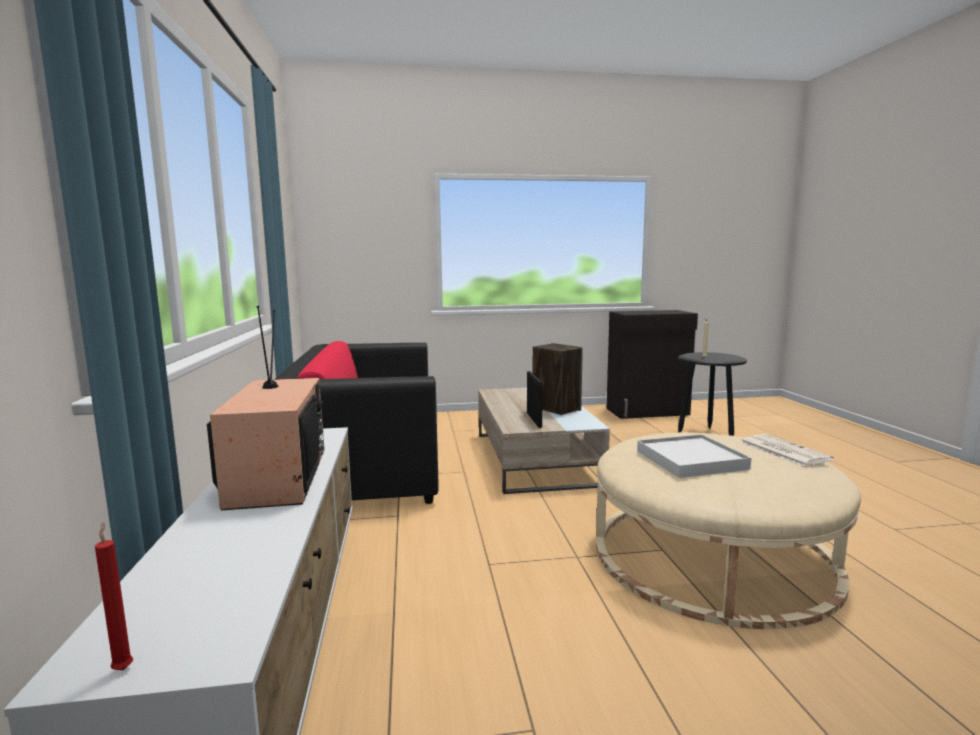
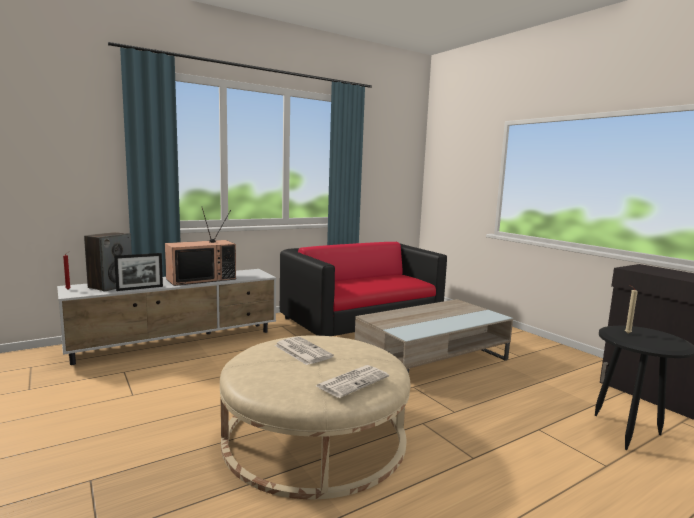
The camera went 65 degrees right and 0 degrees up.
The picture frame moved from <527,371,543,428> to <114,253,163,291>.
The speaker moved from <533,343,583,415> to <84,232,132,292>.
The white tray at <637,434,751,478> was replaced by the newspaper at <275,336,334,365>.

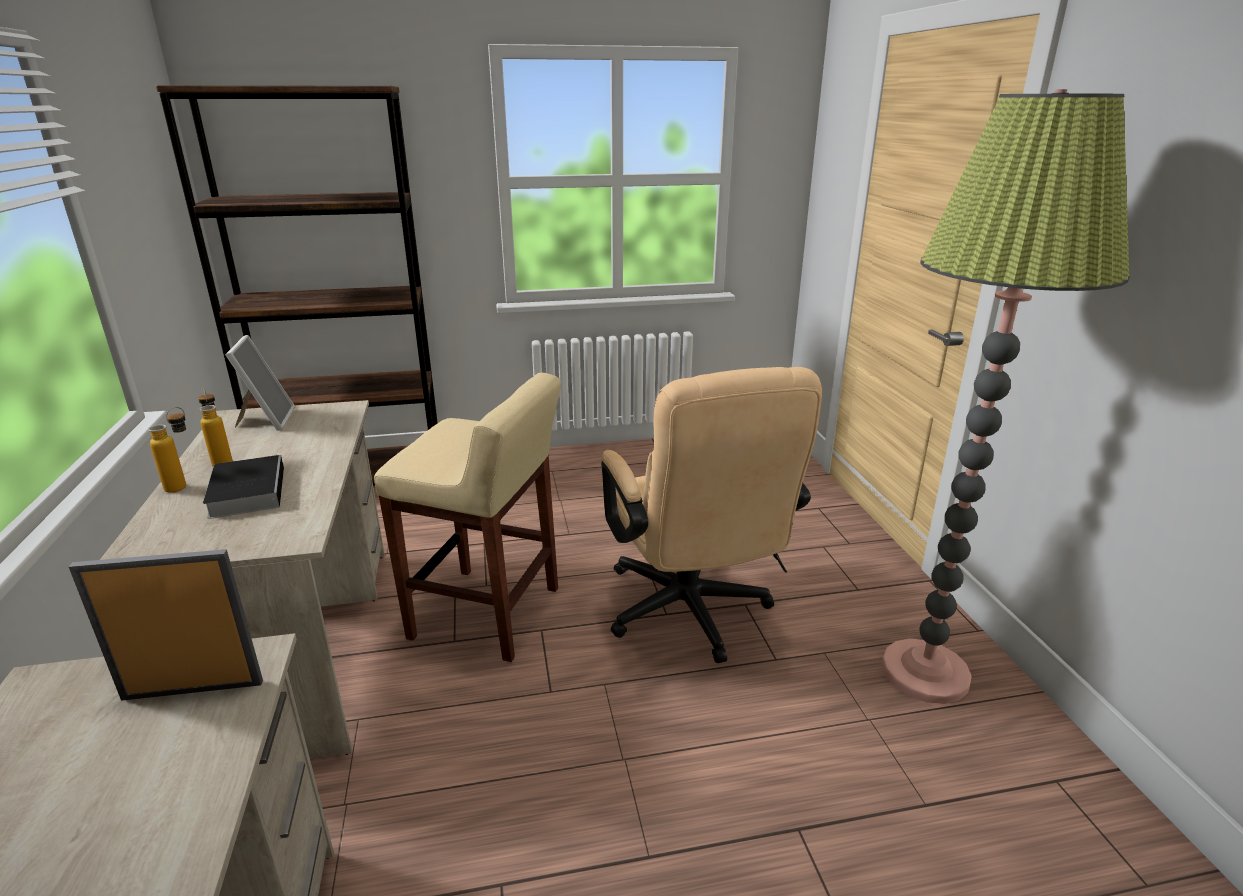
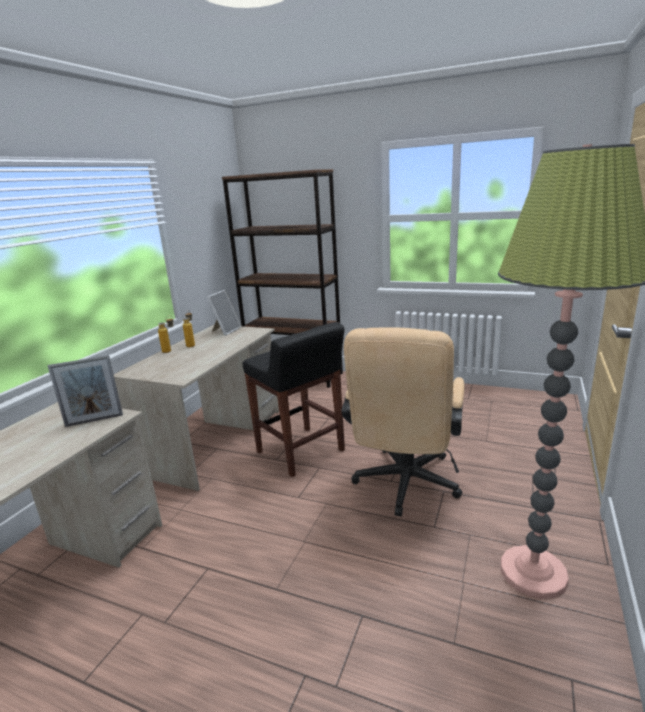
The camera went 35 degrees right and 5 degrees down.
The picture frame at <69,549,263,701> turned 135 degrees clockwise.
The book at <203,455,284,519> disappeared.
The beige stool at <374,373,561,662> became the black stool at <243,322,345,477>.

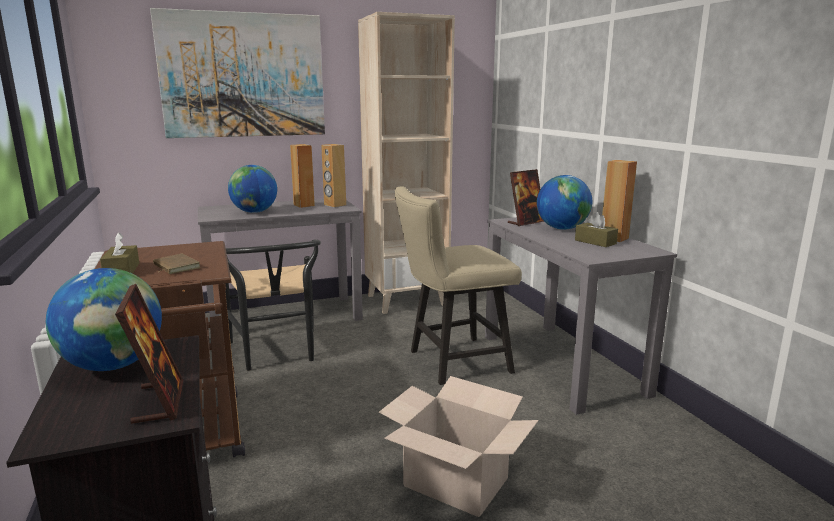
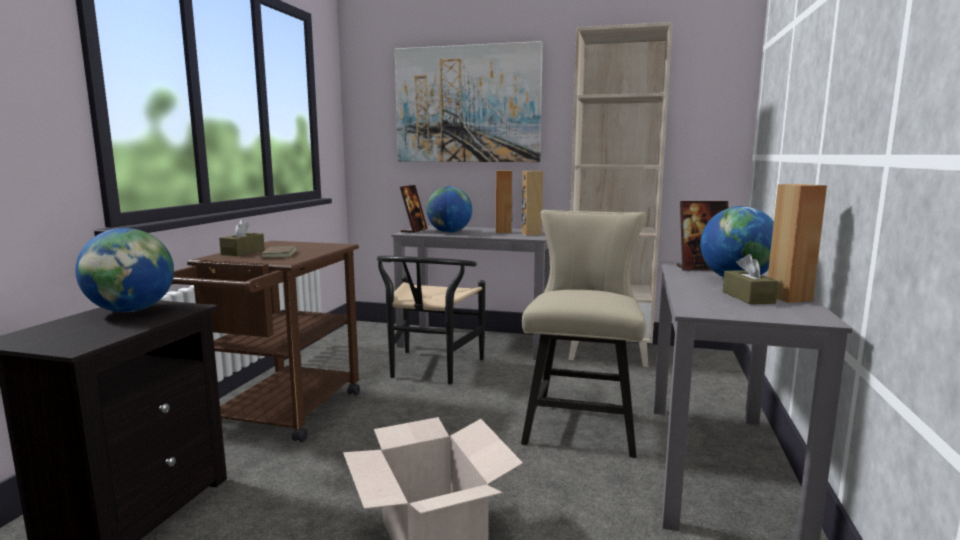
The camera went 35 degrees right and 5 degrees down.
The picture frame moved from <115,284,183,424> to <400,185,428,233>.
The beige chair at <395,186,522,385> turned 90 degrees clockwise.

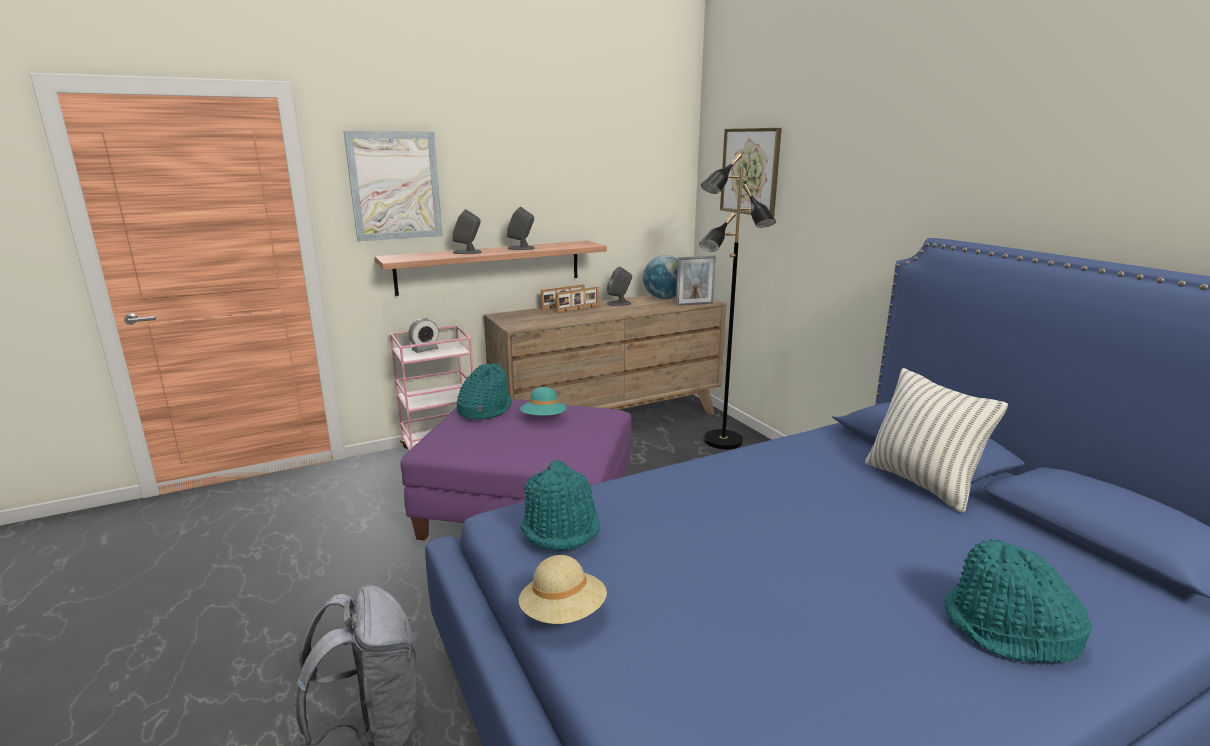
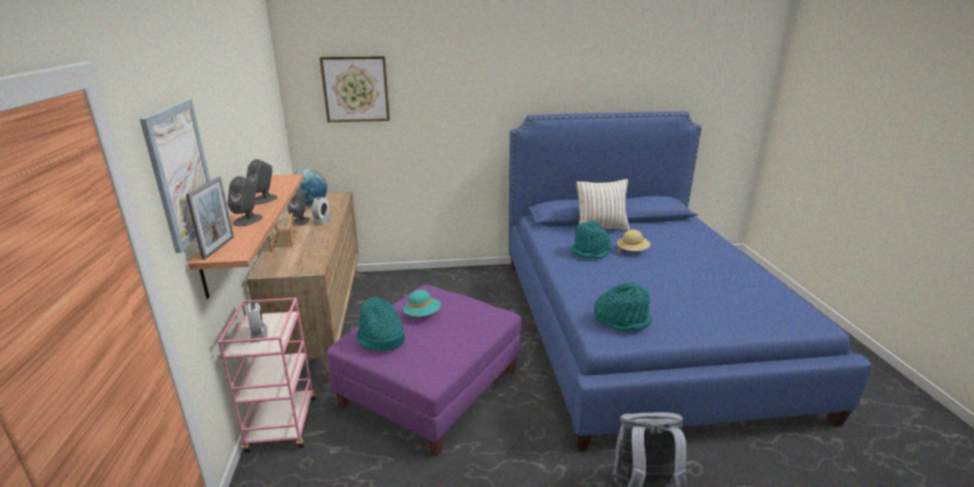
The camera went 70 degrees left and 5 degrees up.
The beige hat moved from <519,555,607,624> to <617,229,651,253>.
The picture frame moved from <676,256,716,306> to <186,177,234,260>.
The black floor lamp at <699,153,776,450> disappeared.
The turquoise hat moved from <945,539,1092,664> to <572,221,611,259>.
The alarm clock at <312,197,331,225> appeared.

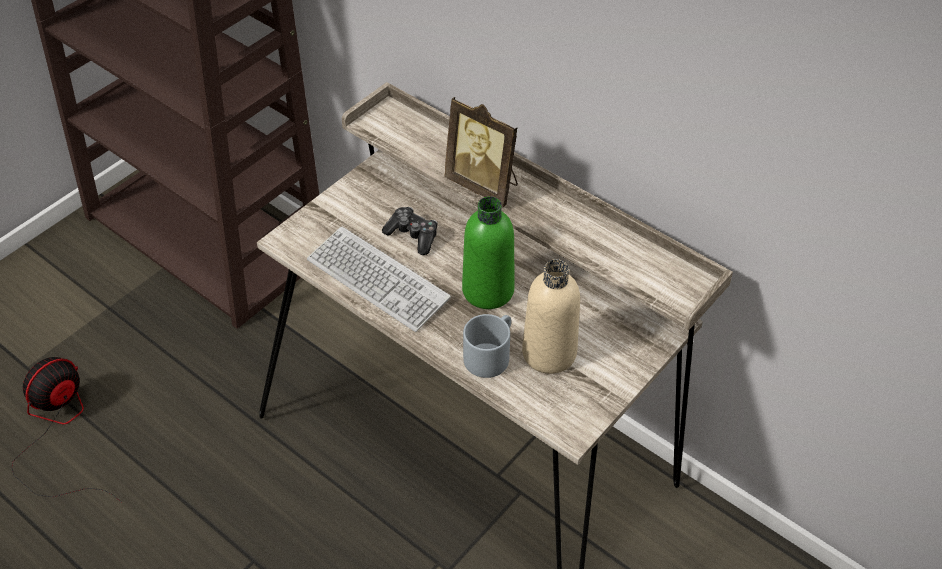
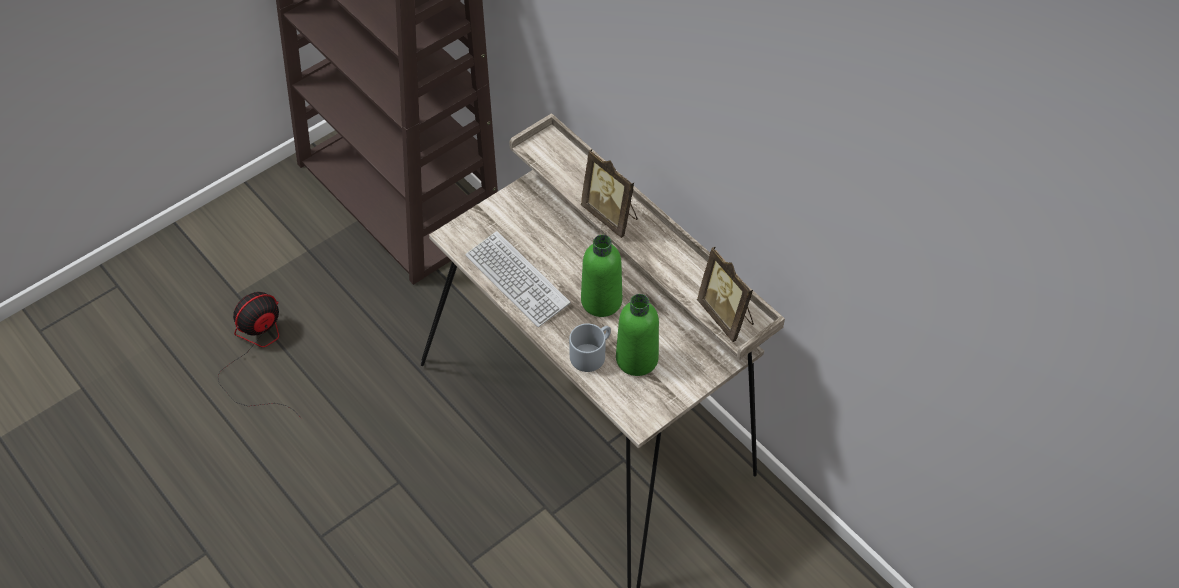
The camera went 10 degrees right and 5 degrees up.
The game controller at <382,207,438,255> disappeared.
The beige bottle at <522,259,580,374> became the green bottle at <616,294,659,376>.
The picture frame at <697,247,754,342> appeared.

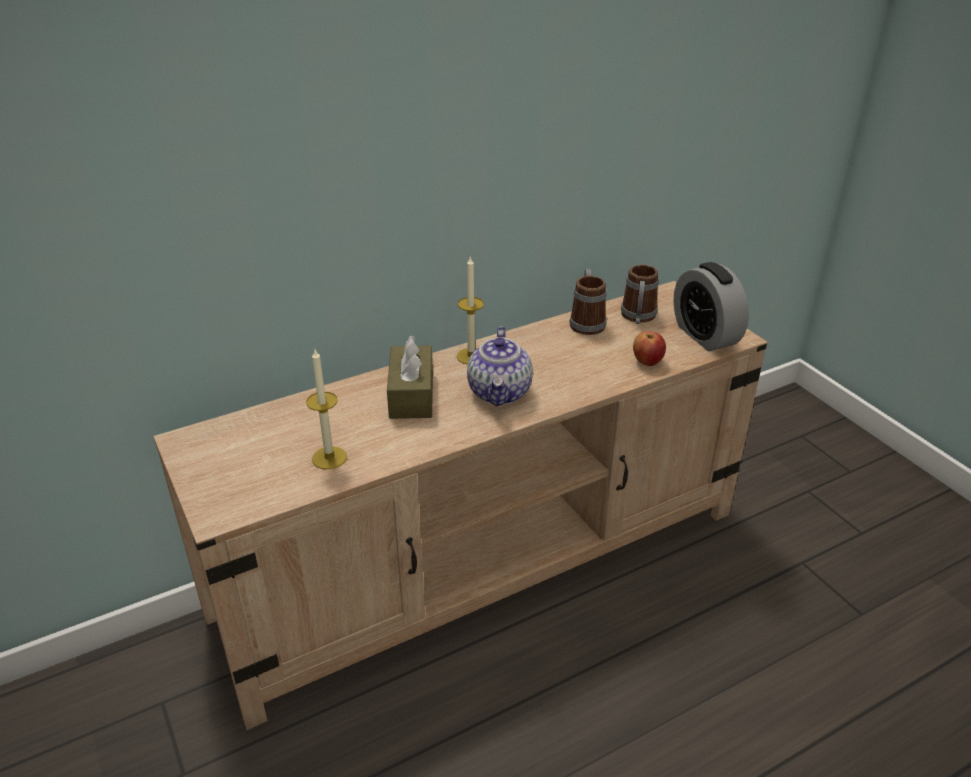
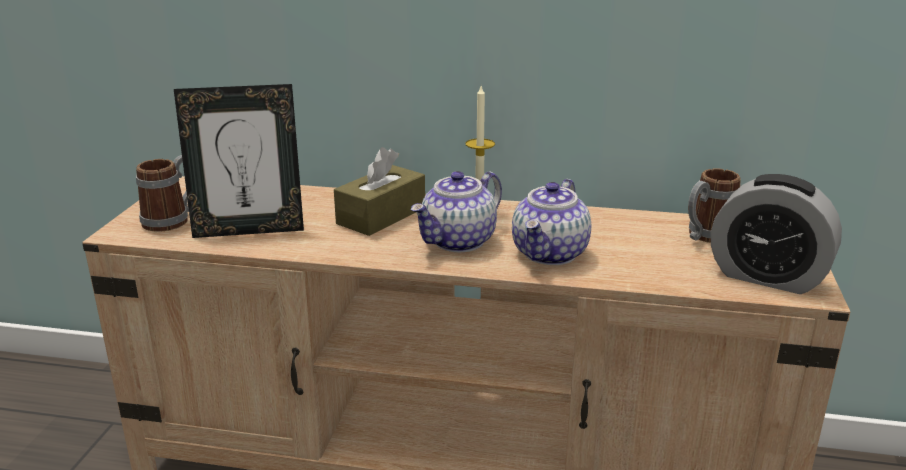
The camera went 40 degrees right and 10 degrees down.
The candle at <306,349,347,469> was replaced by the picture frame at <174,84,304,238>.
The mug moved from <569,269,607,335> to <136,155,189,232>.
The apple at <633,331,666,366> disappeared.
The alarm clock at <673,262,749,351> turned 75 degrees counterclockwise.
The teapot at <512,179,591,265> appeared.

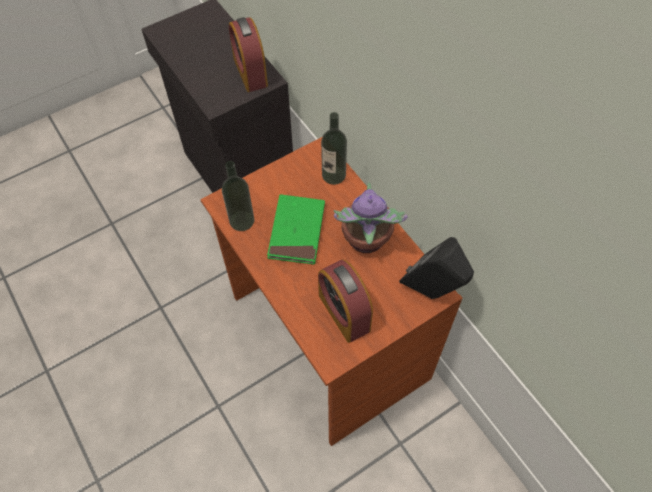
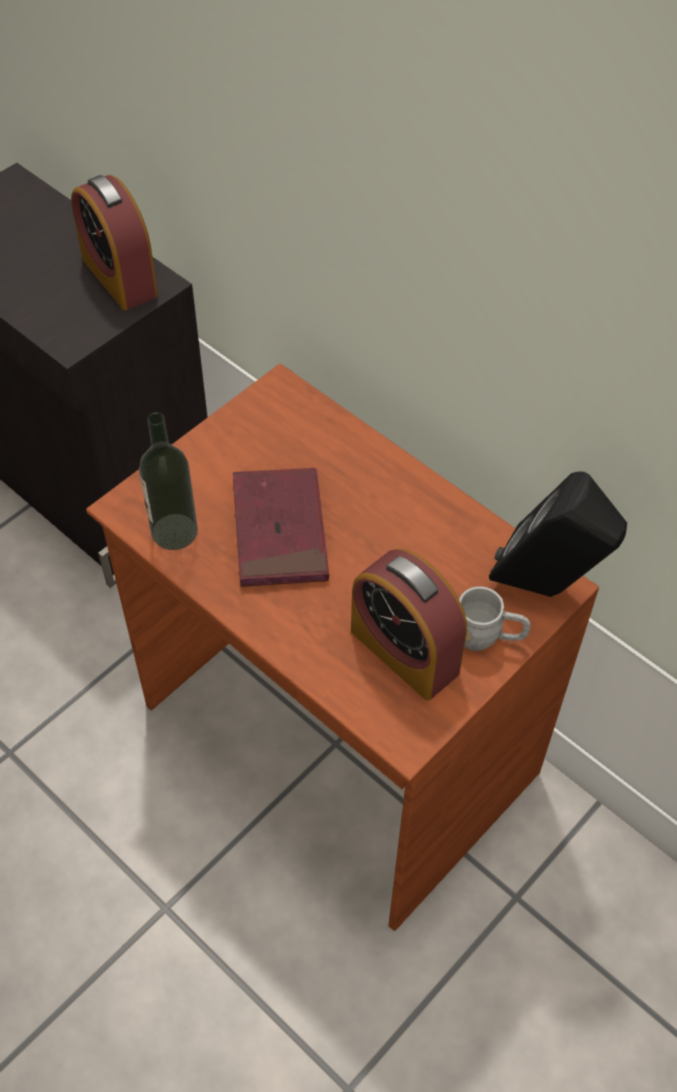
The camera went 15 degrees left and 5 degrees down.
The green book at <267,194,325,265> became the red book at <233,468,329,587>.
The bottle at <321,112,347,185> disappeared.
The potted plant at <334,182,407,253> disappeared.
The grey mug at <459,586,531,651> appeared.

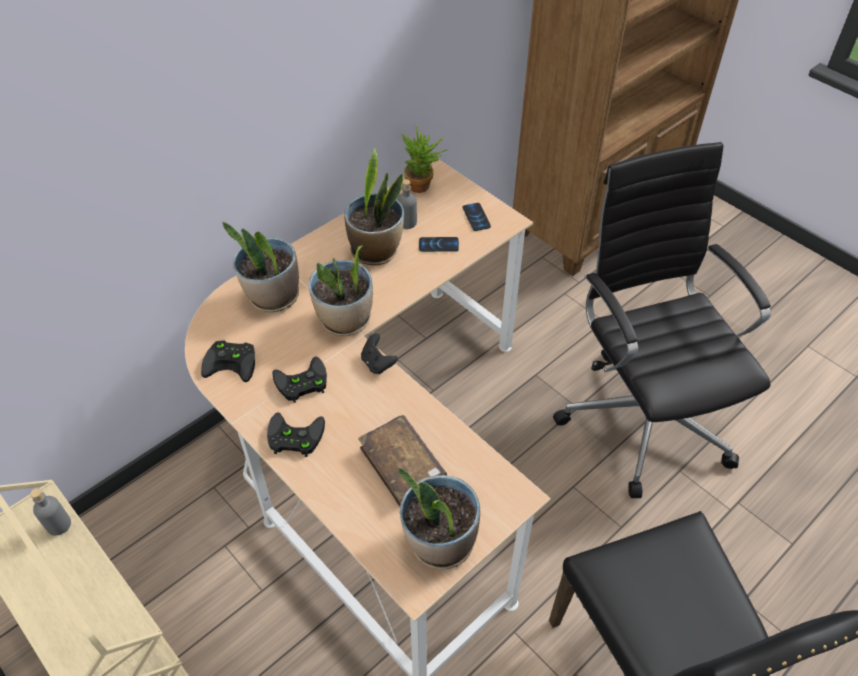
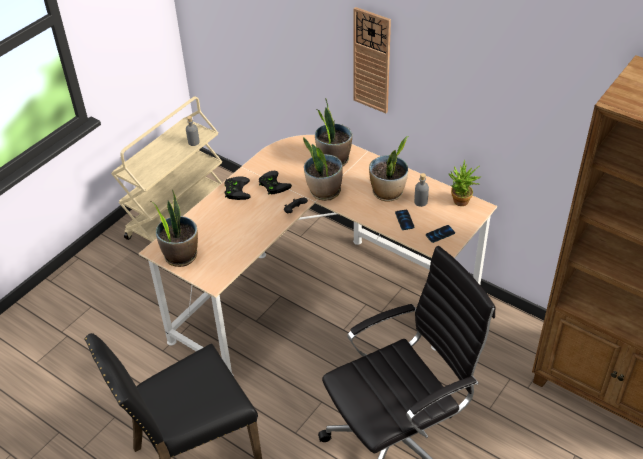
The camera went 80 degrees right and 5 degrees down.
The black game controller at <201,340,255,382> disappeared.
The brown book at <358,415,447,507> disappeared.
The wall clock at <354,7,391,113> appeared.

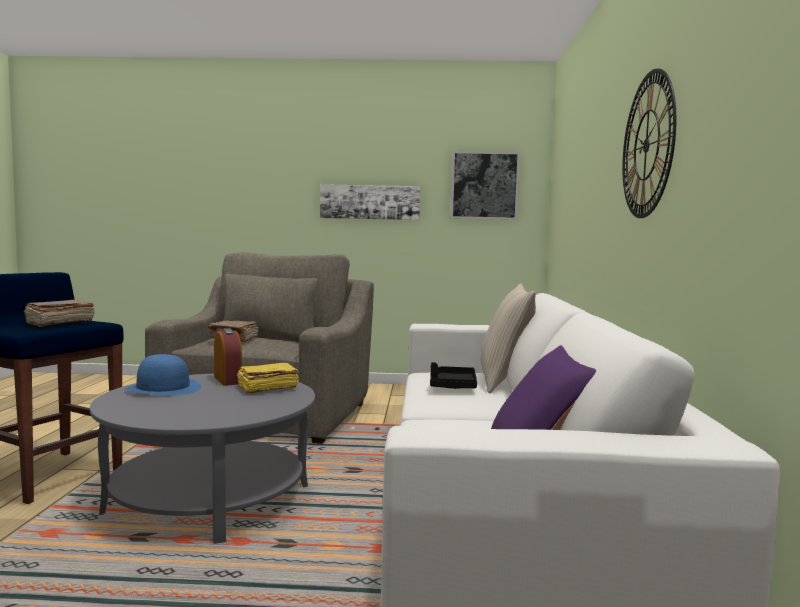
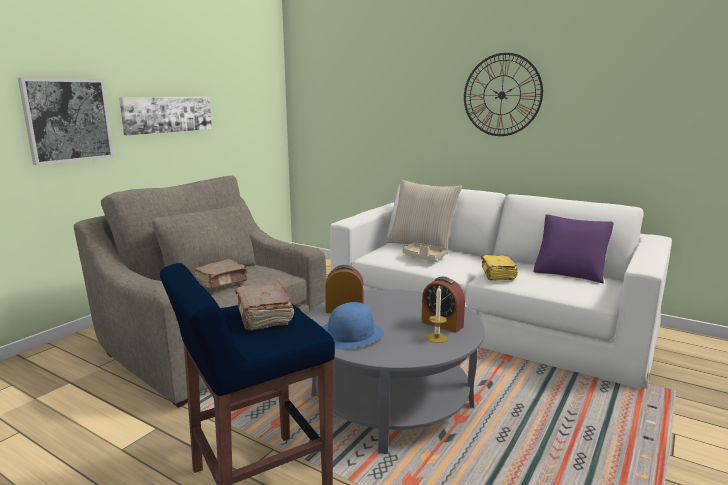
The camera went 60 degrees left and 10 degrees up.
The yellow book moved from <237,363,299,394> to <481,255,518,280>.
The black tray at <430,362,477,389> became the beige tray at <402,242,448,261>.
The picture moved from <450,151,520,220> to <18,78,114,165>.
The alarm clock at <421,277,465,333> appeared.
The candle at <426,286,448,343> appeared.

